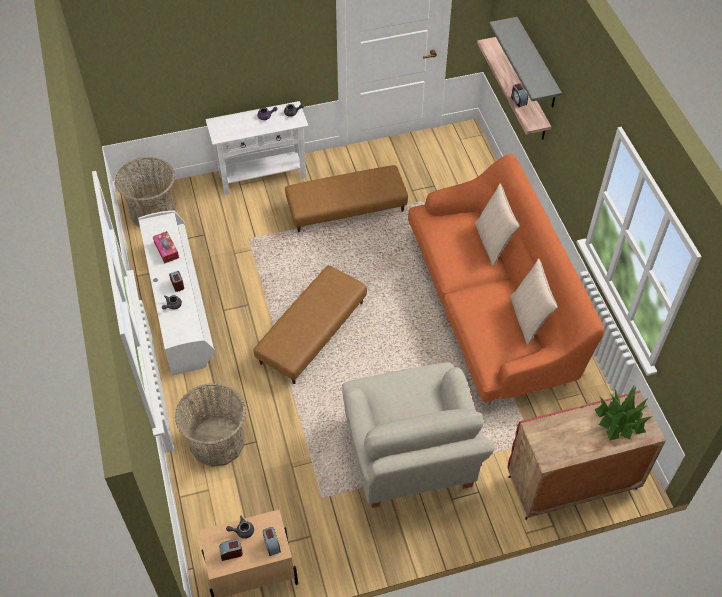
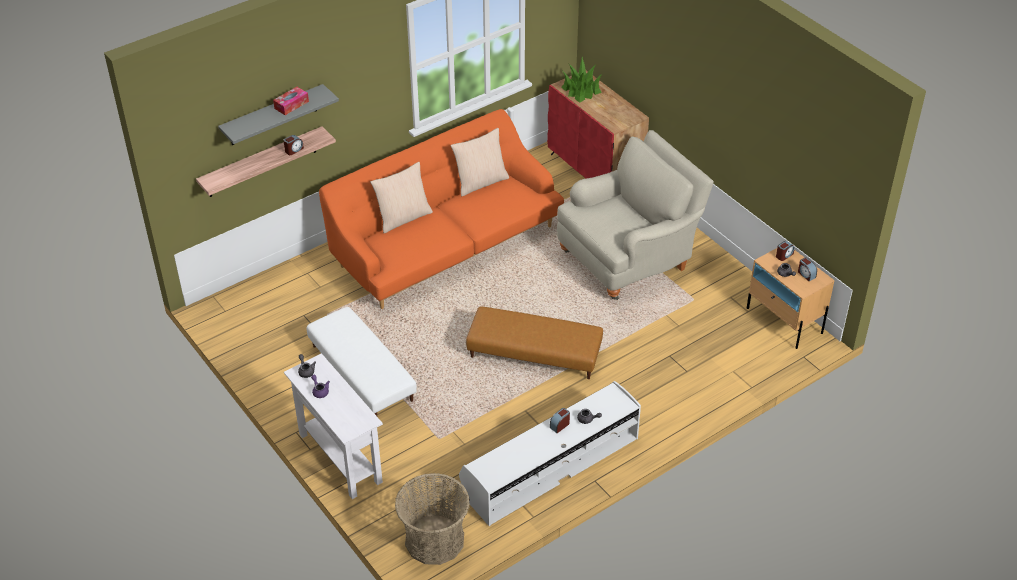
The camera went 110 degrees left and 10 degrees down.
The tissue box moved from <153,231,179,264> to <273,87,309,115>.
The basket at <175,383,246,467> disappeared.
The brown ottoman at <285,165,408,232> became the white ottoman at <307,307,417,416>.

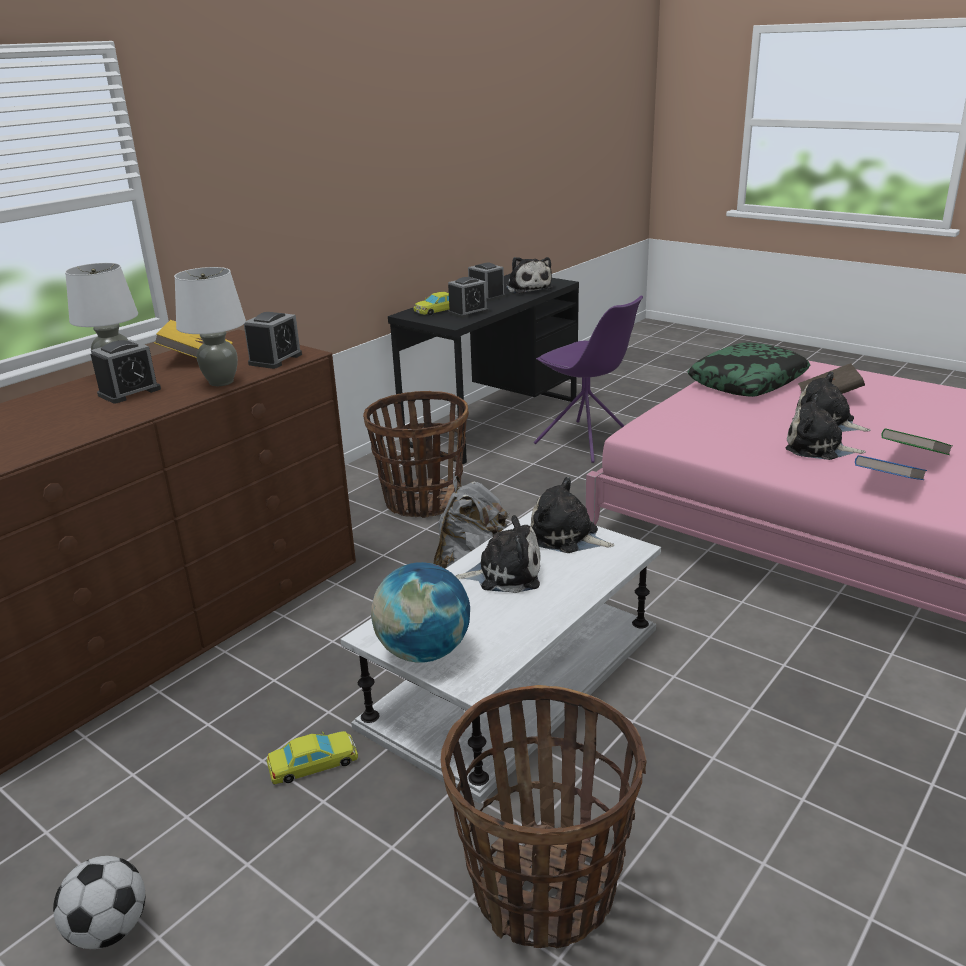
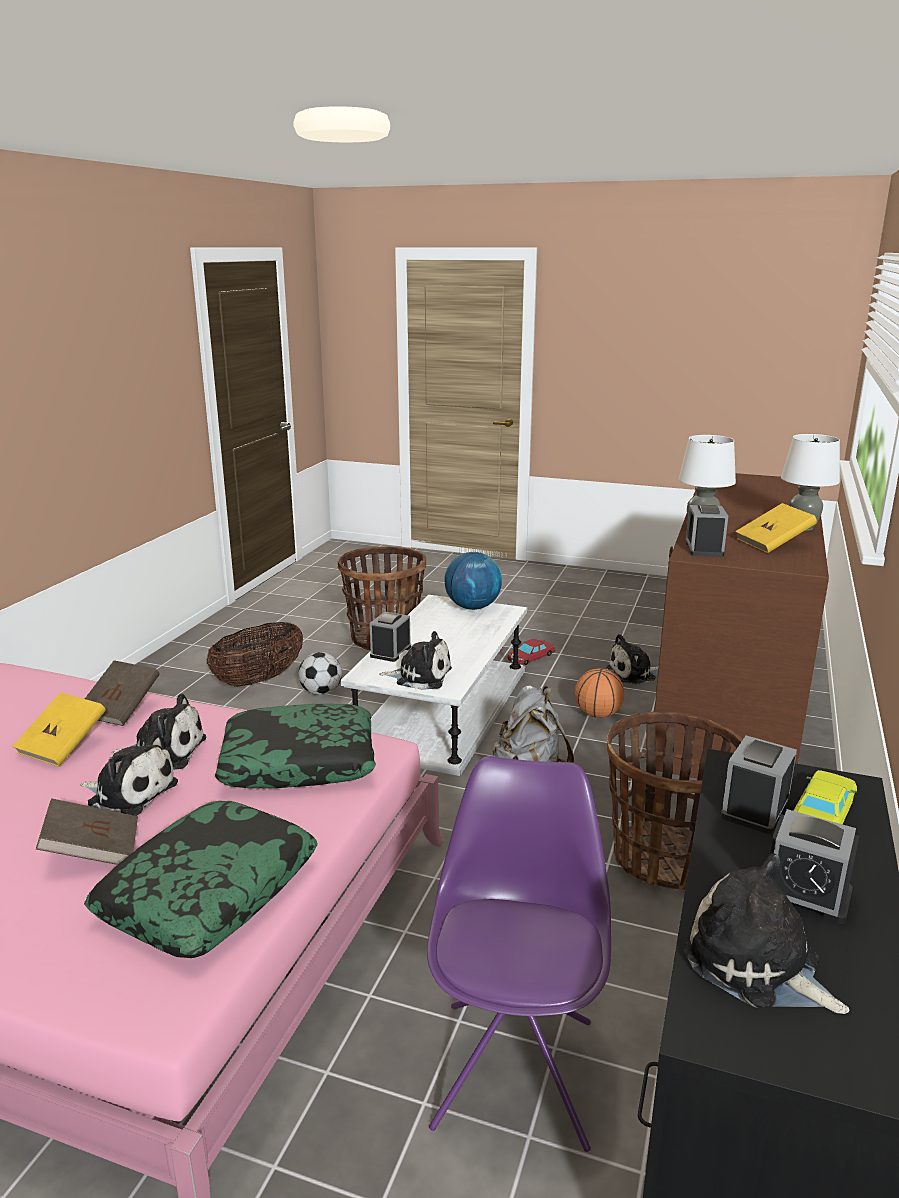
The camera went 160 degrees right and 5 degrees down.
The football moved from <53,856,145,949> to <299,652,342,695>.
The alarm clock moved from <91,340,161,403> to <370,612,411,662>.
The yellow toy car at <267,731,358,784> became the red toy car at <508,639,555,665>.
The plush toy moved from <455,515,541,593> to <606,634,658,684>.
The purple chair at <534,296,643,463> turned 75 degrees clockwise.
The blue book at <855,455,927,480> became the brown book at <85,660,159,726>.
The green book at <881,428,952,455> became the yellow book at <12,692,106,767>.
The basket at <207,622,303,687> appeared.
The pillow at <215,704,376,788> appeared.
The basketball at <575,668,624,718> appeared.

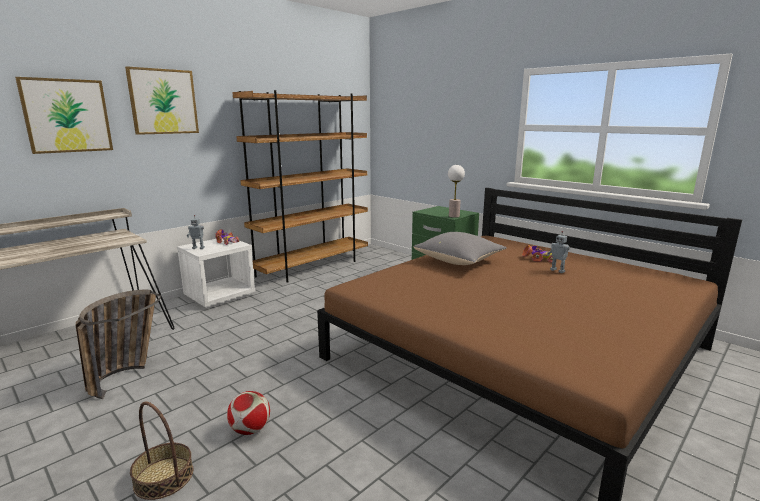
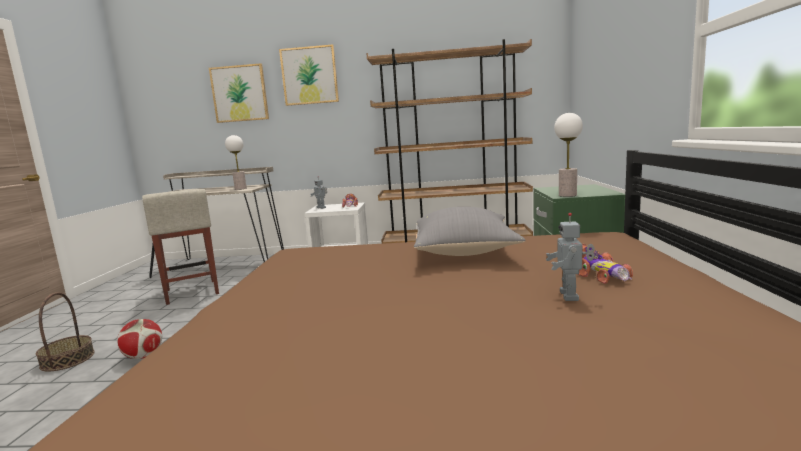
The camera went 50 degrees right and 5 degrees down.
The basket at <76,290,161,399> was replaced by the beige stool at <142,189,219,305>.
The table lamp at <225,135,247,190> appeared.

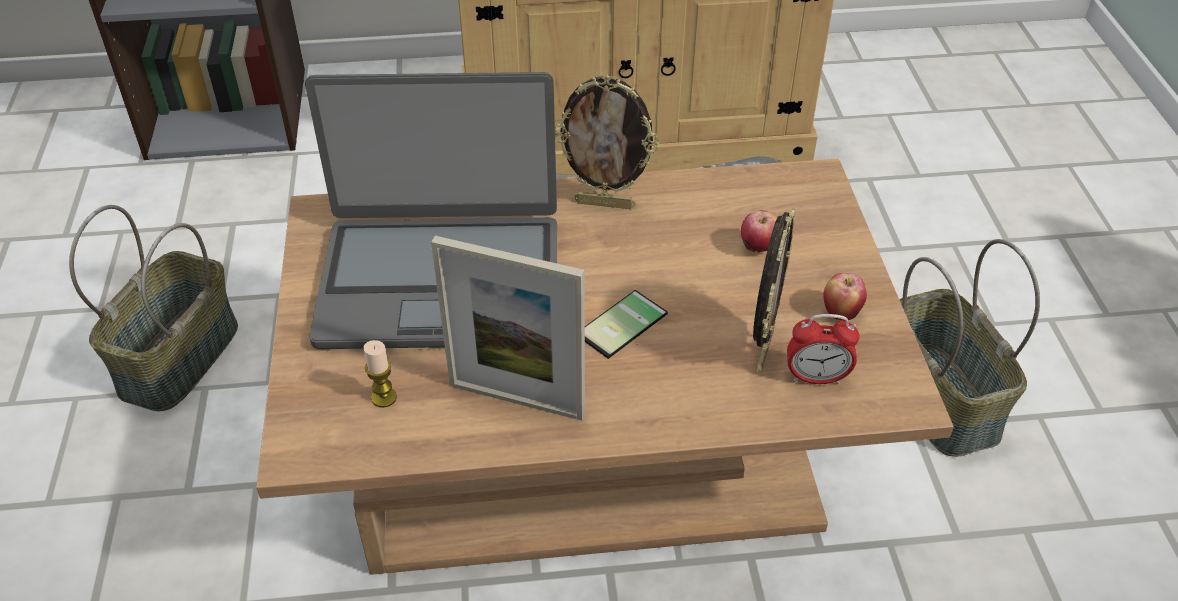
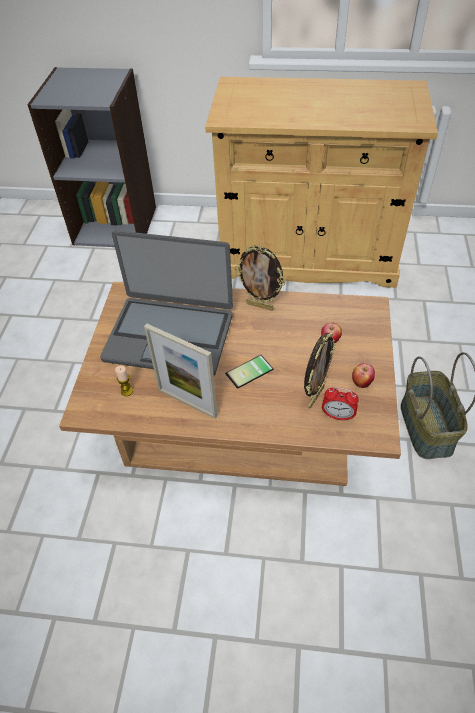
The camera went 15 degrees right and 5 degrees up.
The basket at <69,205,238,411> disappeared.

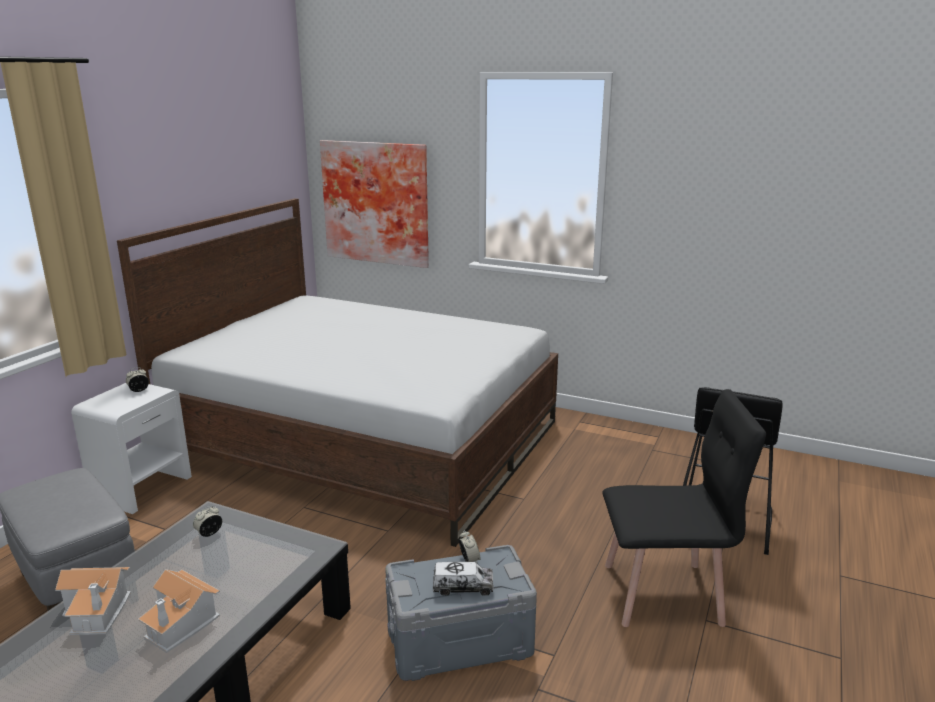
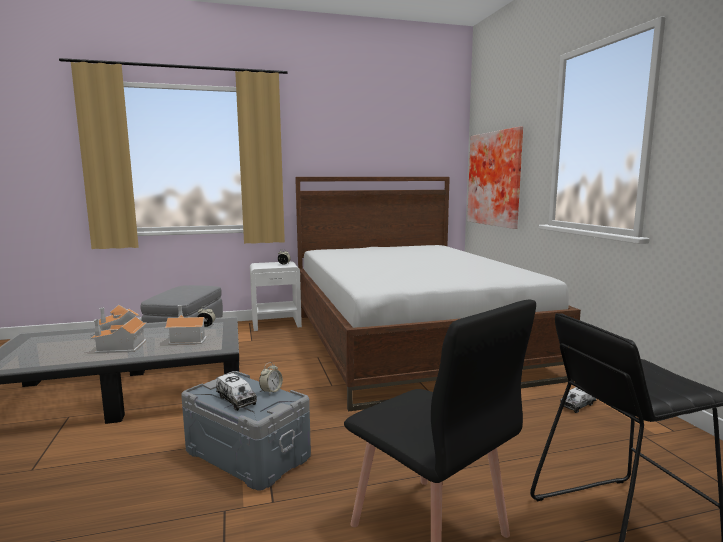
The camera went 50 degrees right and 10 degrees down.
The toy house at <165,305,207,345> appeared.
The toy truck at <560,387,596,413> appeared.

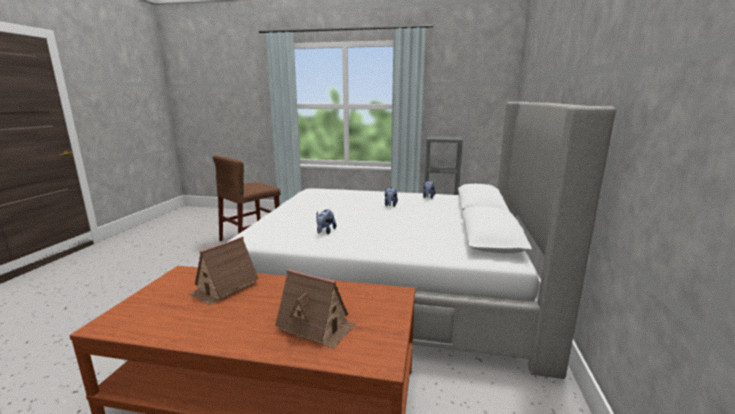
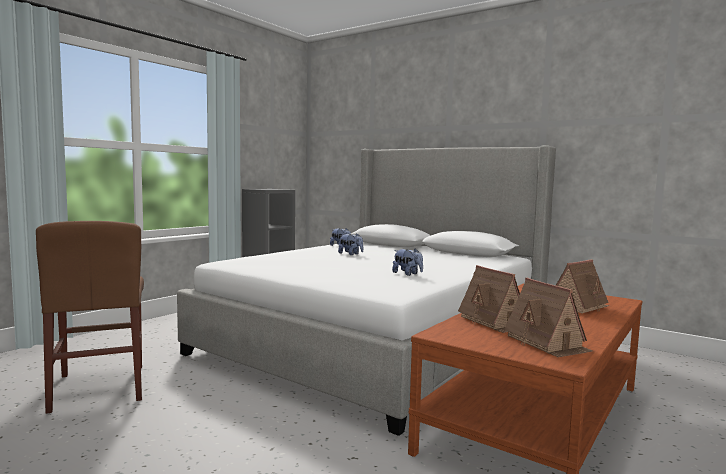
The camera went 65 degrees left and 10 degrees down.
The toy house at <504,278,593,357> appeared.

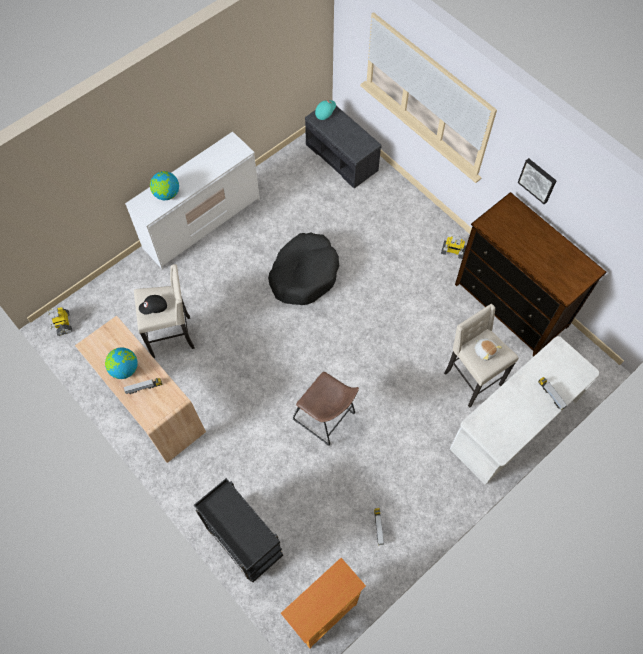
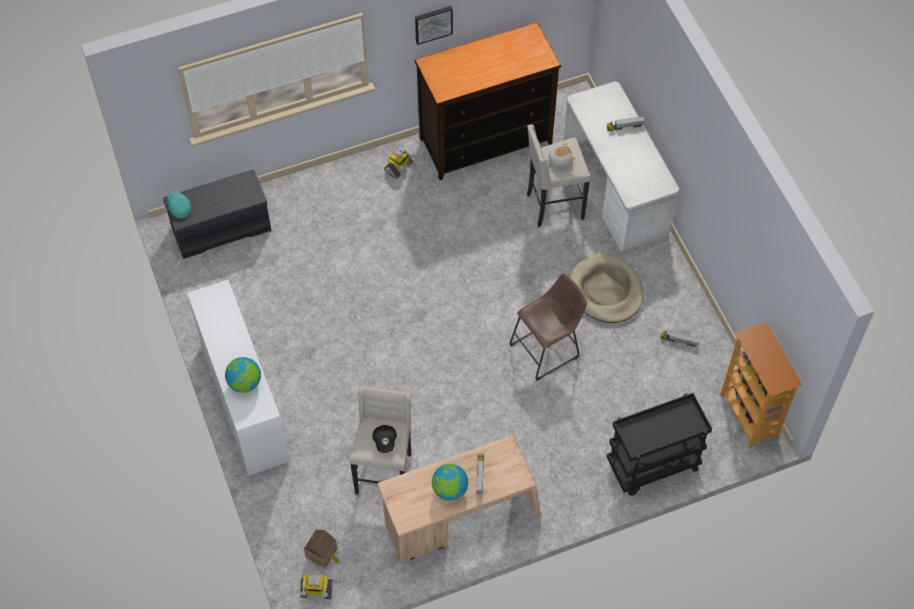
The camera went 70 degrees left and 5 degrees down.
The black dog bed at <268,233,339,305> disappeared.
The toy house at <304,530,340,568> appeared.
The beige dog bed at <569,253,644,323> appeared.

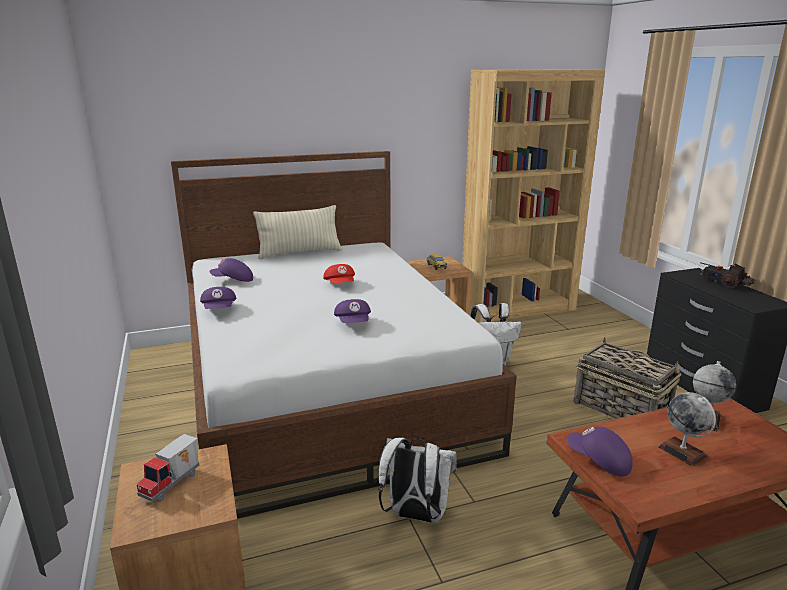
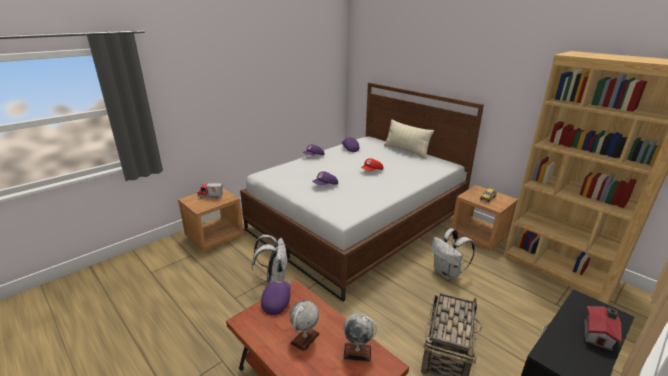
The camera went 65 degrees right and 5 degrees up.
The toy truck at <700,262,756,289> was replaced by the toy house at <584,306,622,352>.

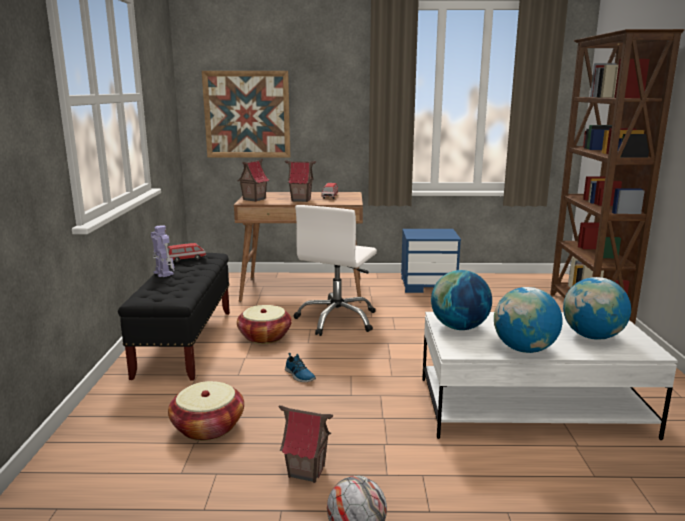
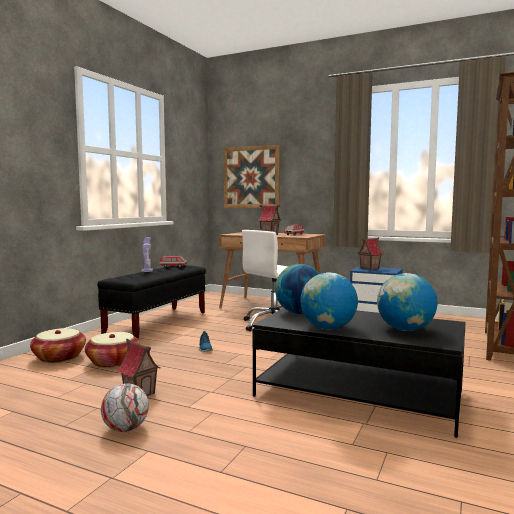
The camera went 25 degrees right and 10 degrees down.
The toy house moved from <237,159,270,202> to <357,237,383,270>.
The basket moved from <237,305,292,344> to <30,328,86,363>.
The white coffee table at <422,312,678,440> became the black coffee table at <252,308,466,438>.

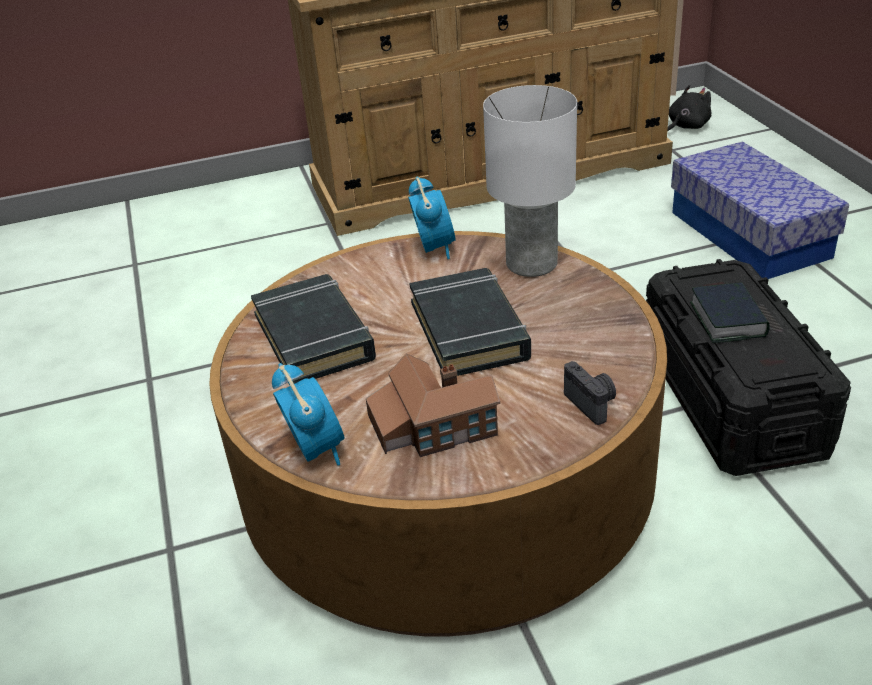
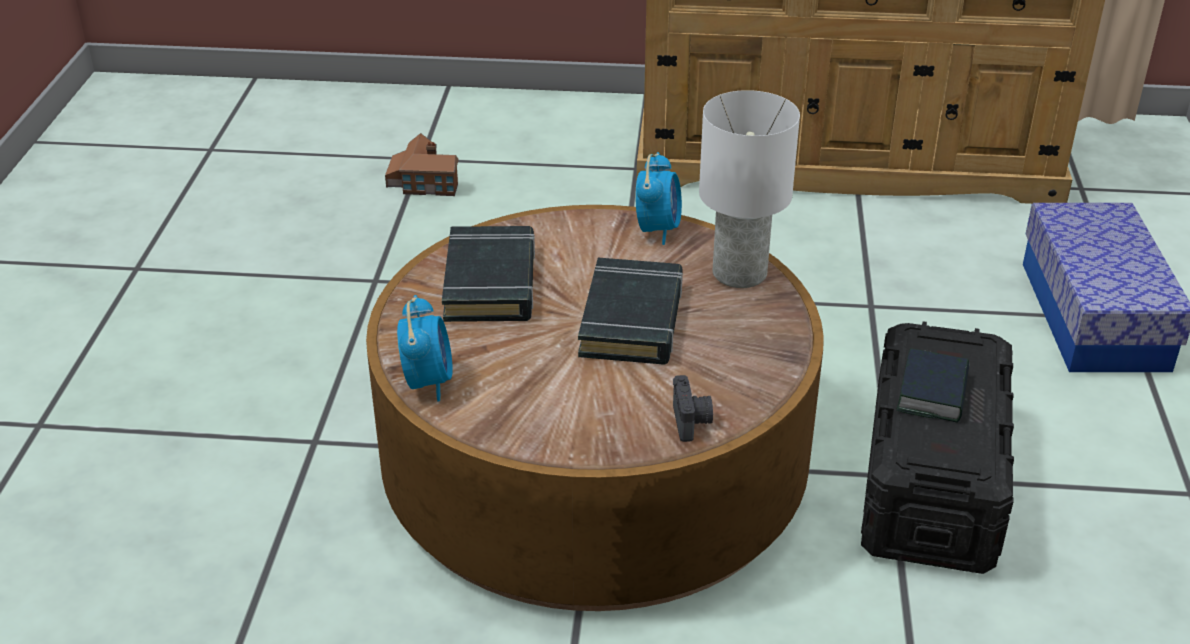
The camera went 20 degrees right and 0 degrees up.
The toy house moved from <366,353,500,457> to <385,133,459,196>.
The black plush toy at <667,85,711,132> disappeared.

